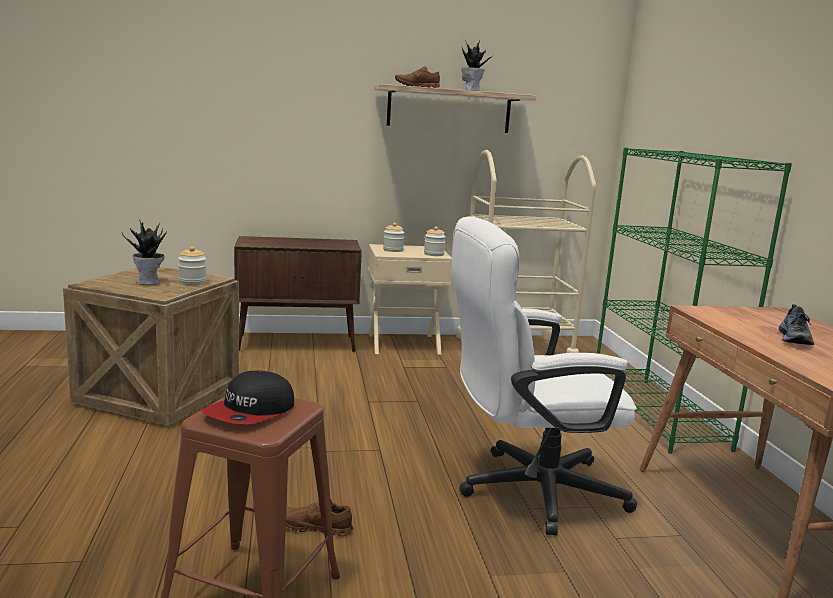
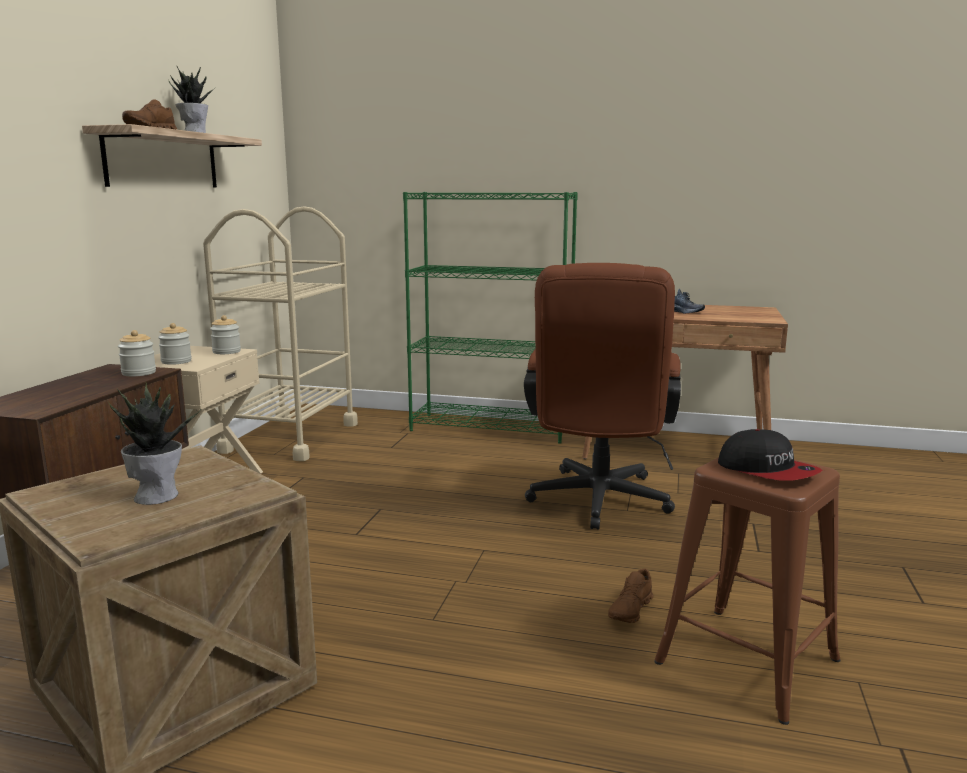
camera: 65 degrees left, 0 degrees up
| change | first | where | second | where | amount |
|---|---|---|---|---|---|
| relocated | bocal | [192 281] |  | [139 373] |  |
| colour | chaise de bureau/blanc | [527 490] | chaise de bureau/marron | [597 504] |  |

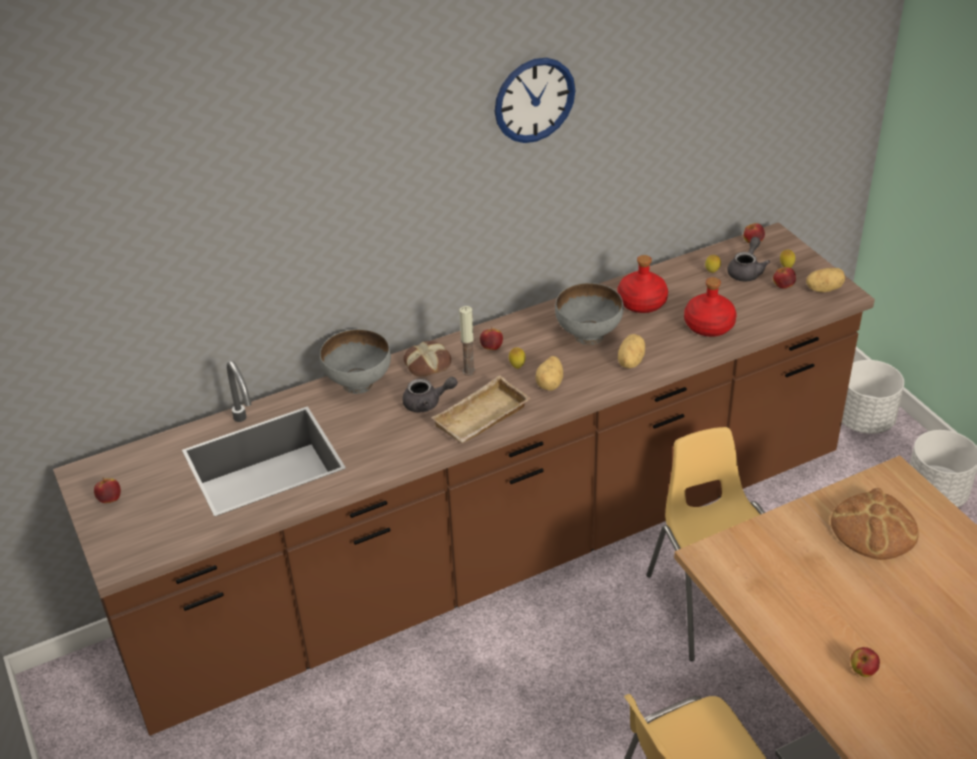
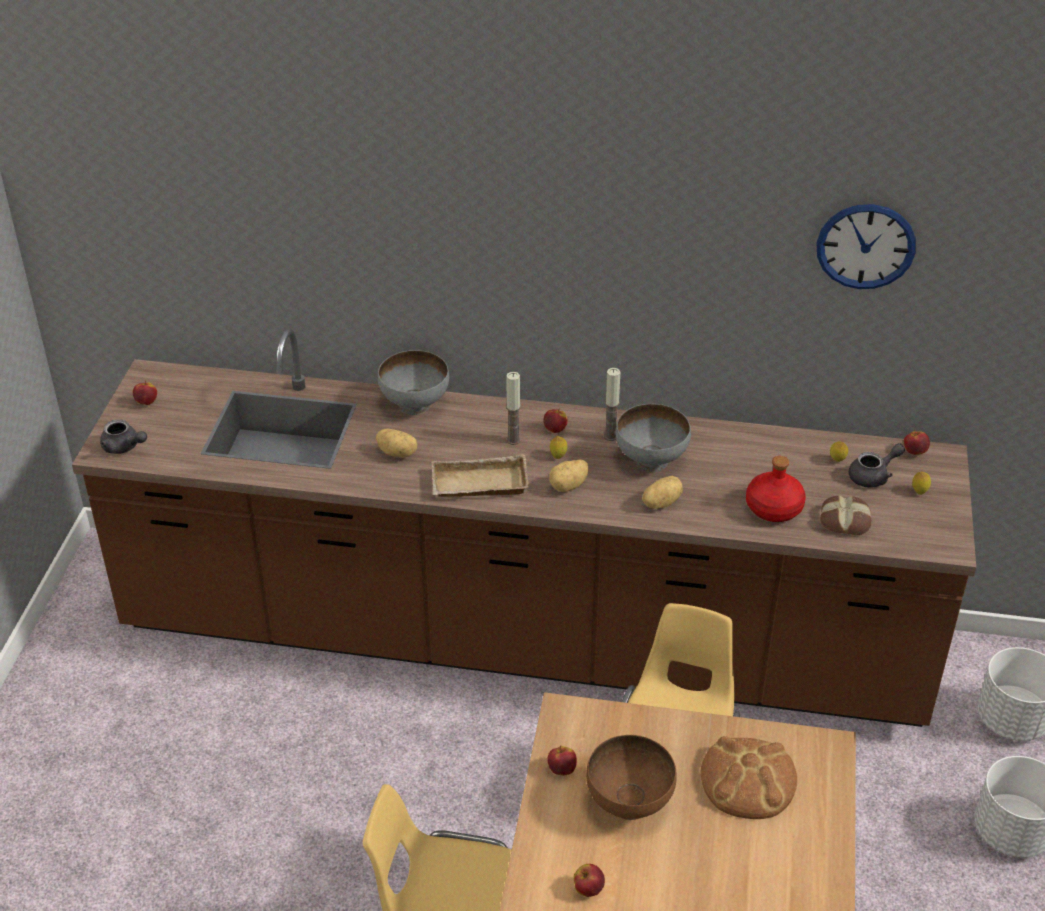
camera: 35 degrees right, 0 degrees up
| change | first | where | second | where | amount |
|---|---|---|---|---|---|
| relocated | théière/gris | [427 403] |  | [124 447] |  |
| relocated | pain | [427 363] |  | [845 520] |  |
| relocated | horloge murale | [534 100] |  | [865 246] |  |
| missing | bouteille/rouge | [642 303] |  |  |  |
| relocated | pomme | [783 286] |  | [561 769] |  |
| relocated | pomme de terre | [823 289] |  | [398 453] |  |
| appeared |  |  | bol/marron | [629 803] |  |
| appeared |  |  | bougie | [610 436] |  |

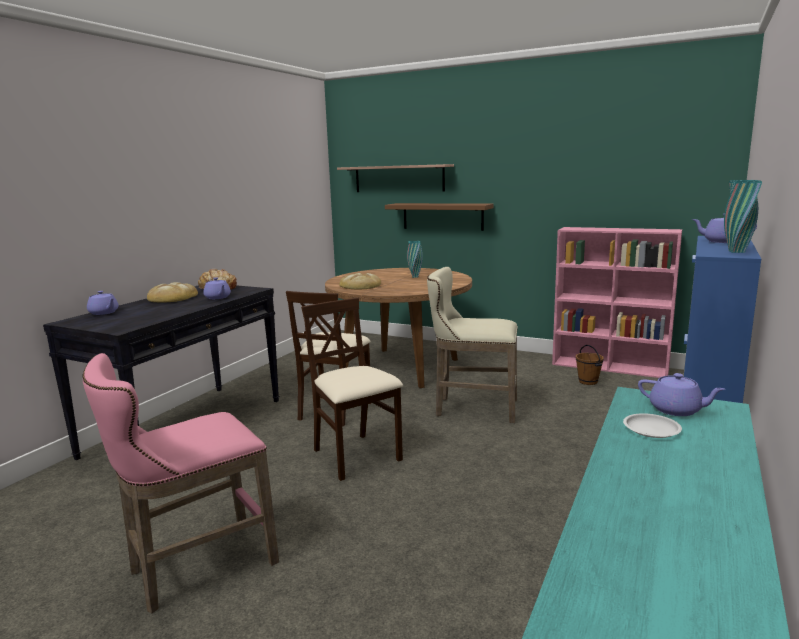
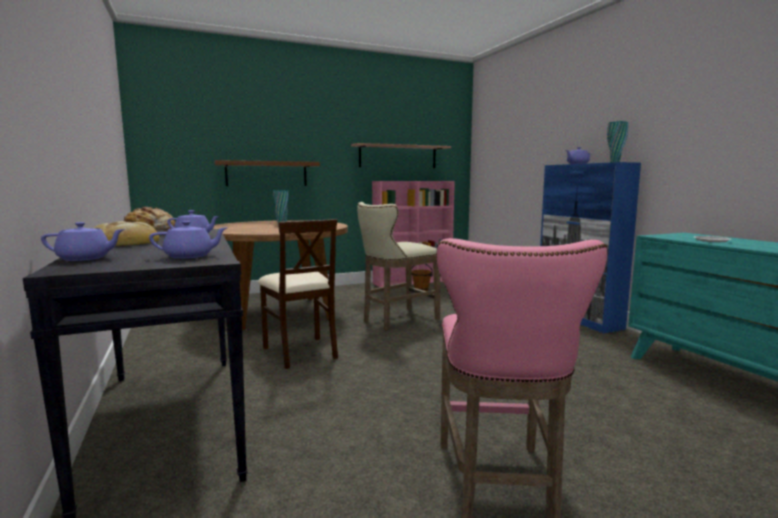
camera: 50 degrees left, 5 degrees down
| change | first | where | second | where | amount |
|---|---|---|---|---|---|
| missing | chaise/beige | [356 456] |  |  |  |
| relocated | étagère | [399 178] |  | [398 156] |  |
| missing | pain | [360 285] |  |  |  |
| relocated | théière/violet | [676 410] |  | [190 256] |  |

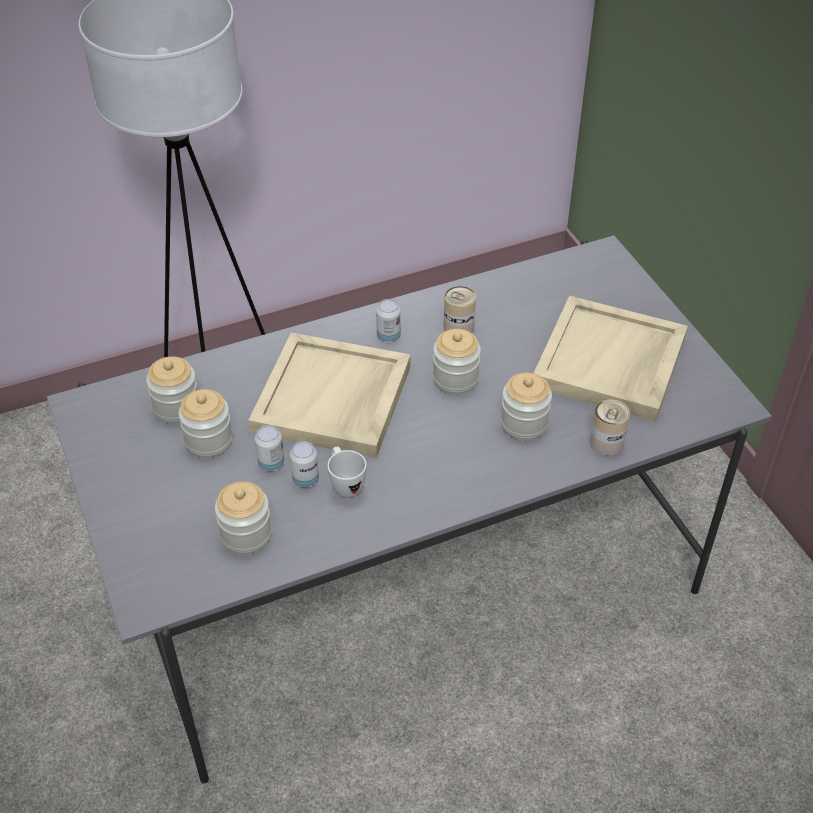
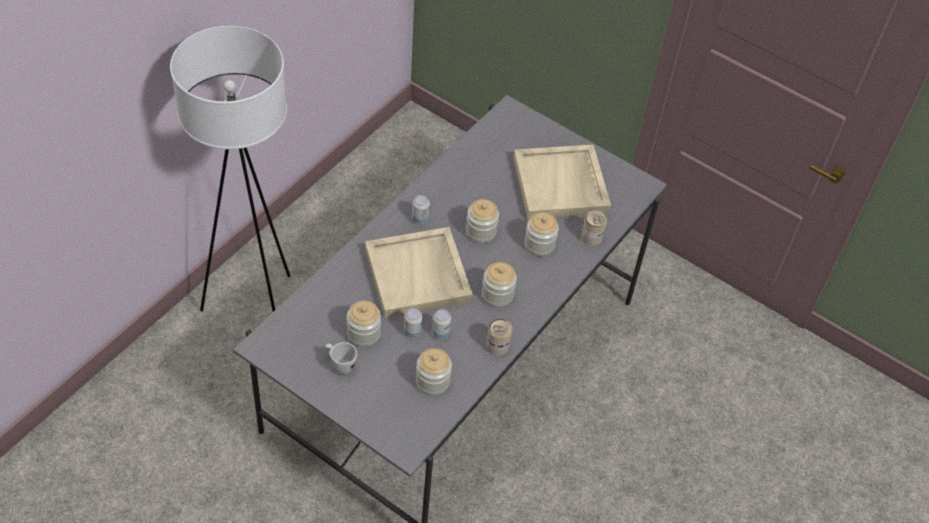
camera: 35 degrees left, 5 degrees up
| change | first | where | second | where | amount |
|---|---|---|---|---|---|
| relocated | bocal | [176 407] |  | [497 295] |  |
| relocated | mug/blanc | [345 484] |  | [339 365] |  |
| relocated | boîte métallique | [458 327] |  | [497 346] |  |

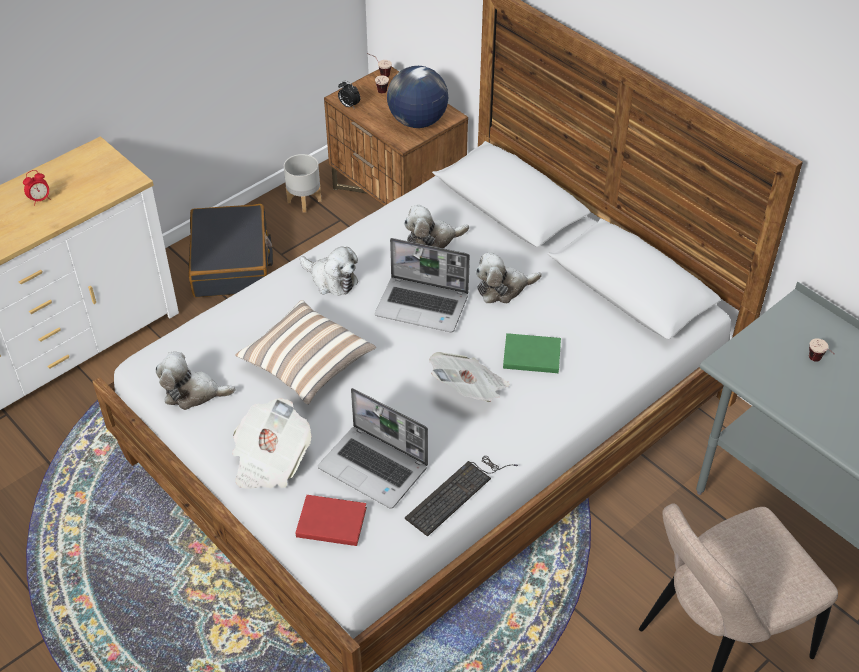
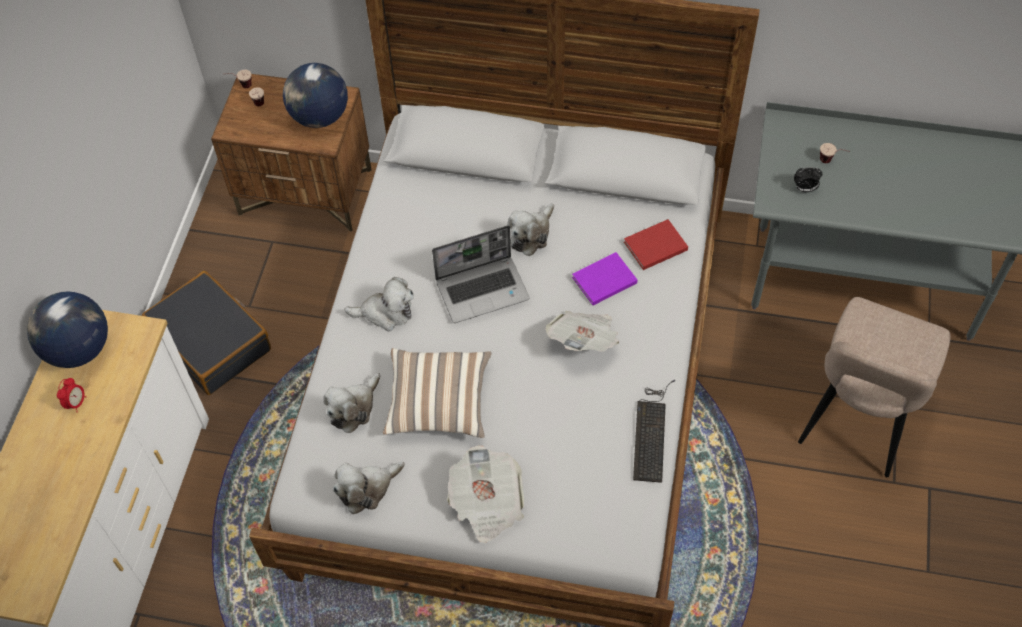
camera: 35 degrees left, 10 degrees up
| change | first | where | second | where | amount |
|---|---|---|---|---|---|
| missing | cache-pot/gris | [304 201] |  |  |  |
| relocated | livre/rouge | [330 521] |  | [653 246] |  |
| missing | ordinateur portable | [375 468] |  |  |  |
| relocated | réveil | [349 105] |  | [804 189] |  |
| relocated | peluche | [432 240] |  | [354 408] |  |
| colour | livre/vert | [530 354] | livre/violet | [602 280] |  |
| appeared |  |  | globe | [78 349] |  |

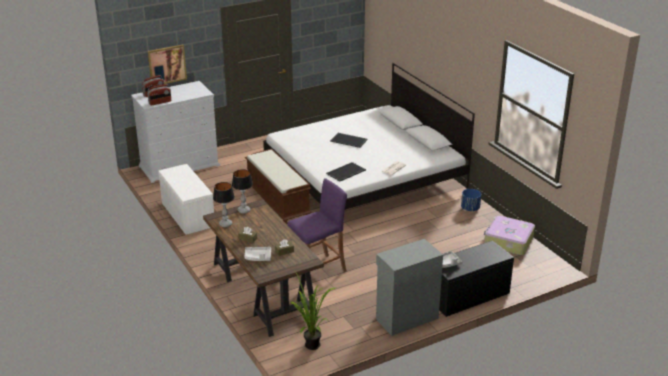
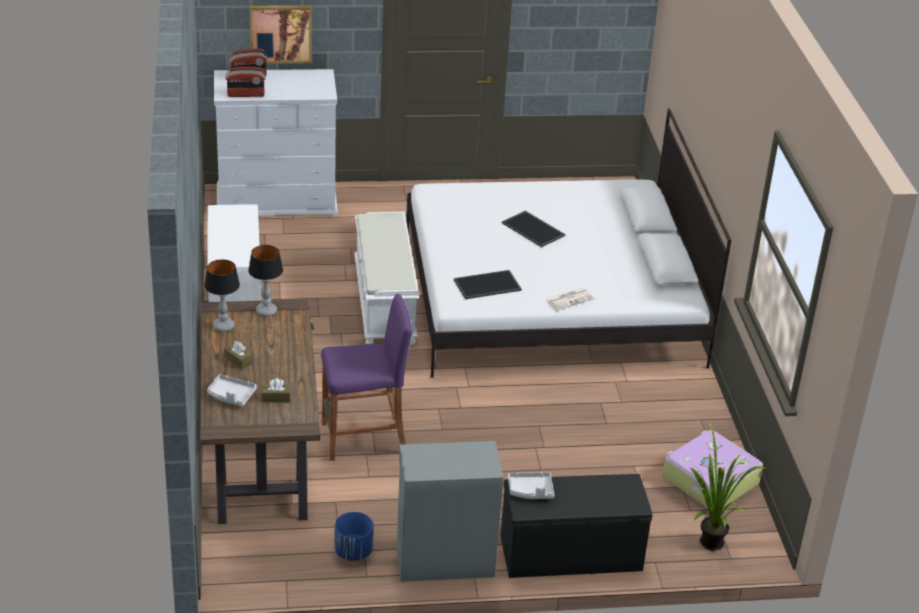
camera: 20 degrees right, 5 degrees up
| change | first | where | second | where | amount |
|---|---|---|---|---|---|
| colour | banc/marron | [278 201] | banc/blanc | [385 303] |  |
| relocated | plante en pot | [311 348] |  | [707 546] |  |
| relocated | cache-pot/bleu | [470 208] |  | [353 552] |  |

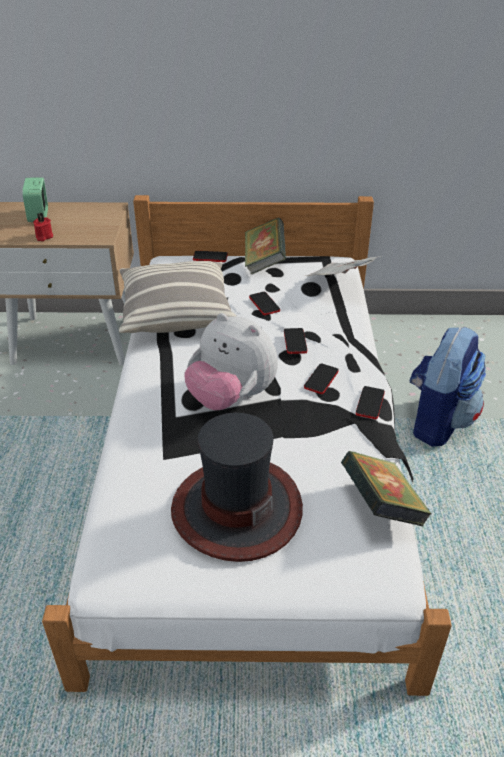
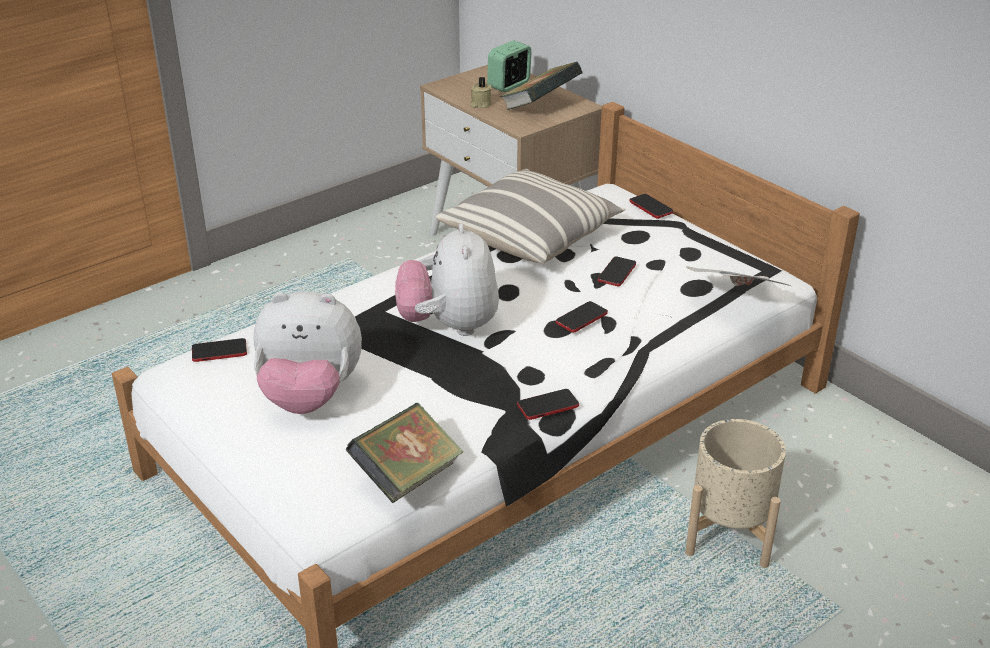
camera: 50 degrees right, 5 degrees down
| change | first | where | second | where | amount |
|---|---|---|---|---|---|
| colour | bougie/rouge | [43 236] | bougie/beige | [480 104] |  |
| exchanged | chapeau | [236 509] | peluche | [310 397] |  |
| relocated | livre | [264 262] |  | [540 107] |  |
| relocated | téléphone | [321 379] |  | [219 351] |  |
| exchanged | sac à dos | [437 421] | cache-pot/beige | [728 534] |  |

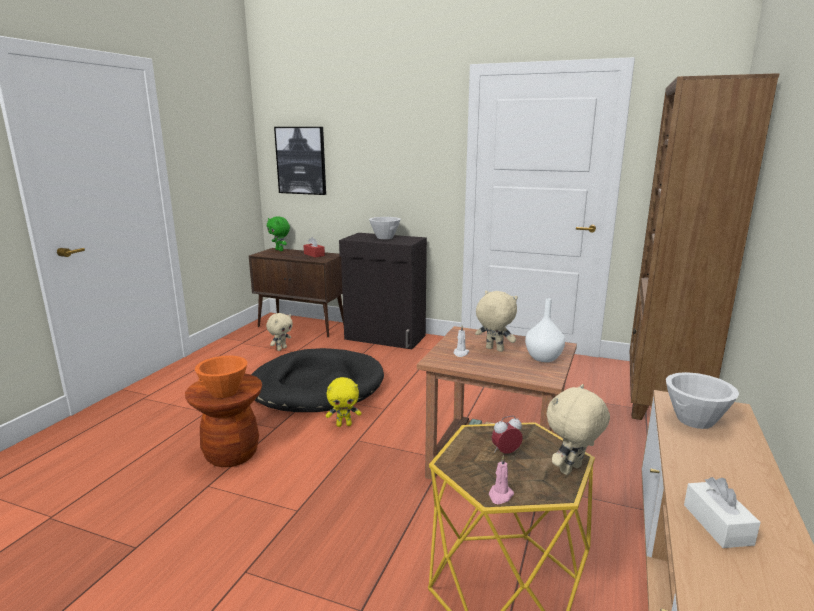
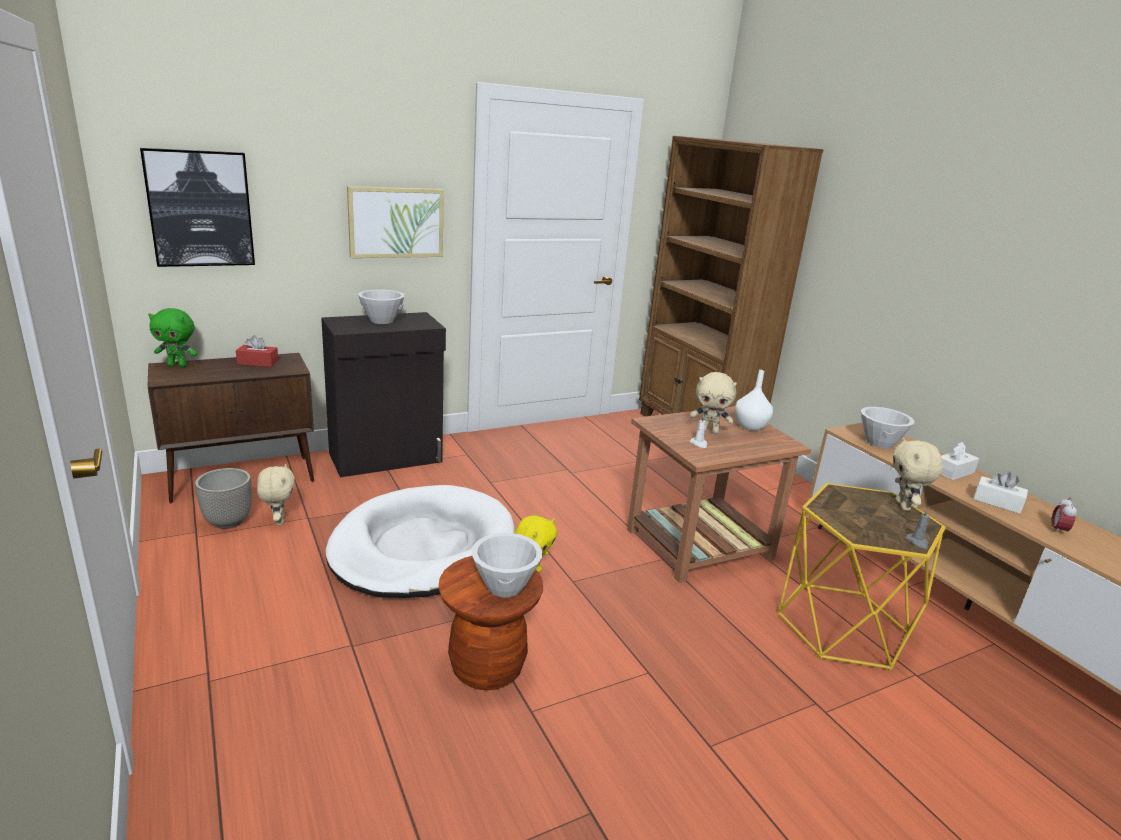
camera: 50 degrees left, 5 degrees up
| change | first | where | second | where | amount |
|---|---|---|---|---|---|
| colour | bol/orange | [224 392] | bol/blanc | [505 586] |  |
| colour | panier pour chien/noir | [316 386] | panier pour chien/blanc | [423 547] |  |
| spun | peluche/beige | [494 349] |  | [709 431] | 150 degrees counterclockwise |
| colour | bougie/rose | [500 496] | bougie/gris | [917 542] |  |
| relocated | réveil | [506 452] |  | [1058 530] |  |
| appeared |  |  | cache-pot | [228 521] |  |
| appeared |  |  | tableau | [396 222] |  |
| appeared |  |  | boîte à mouchoirs/blanc | [953 472] |  |

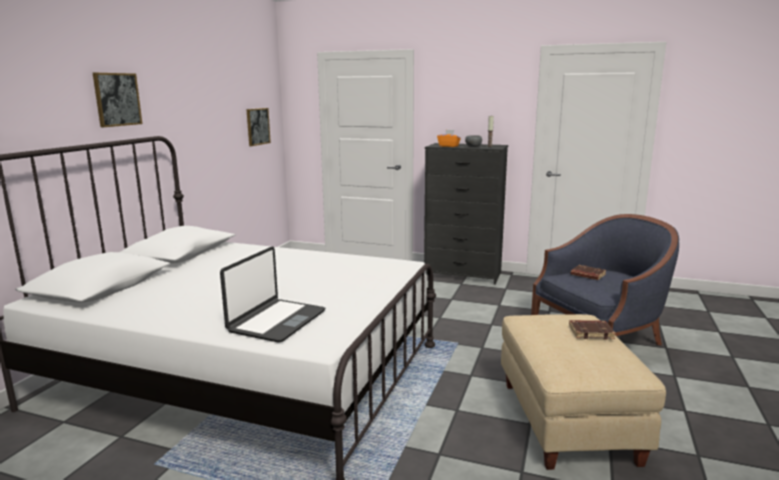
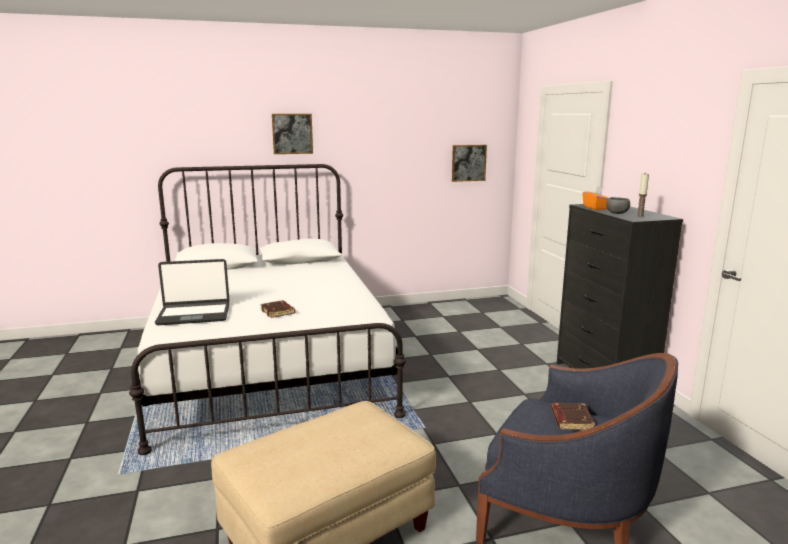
camera: 55 degrees right, 0 degrees up
| change | first | where | second | where | amount |
|---|---|---|---|---|---|
| relocated | livre/marron | [591 332] |  | [278 312] |  |

